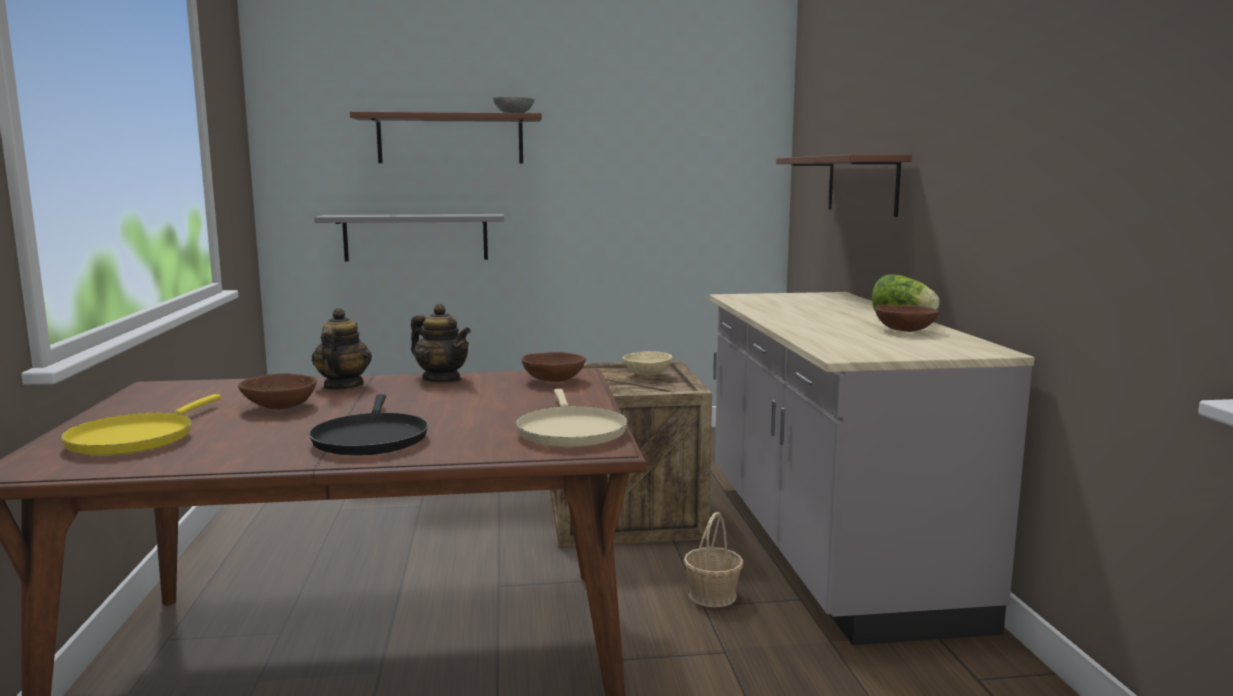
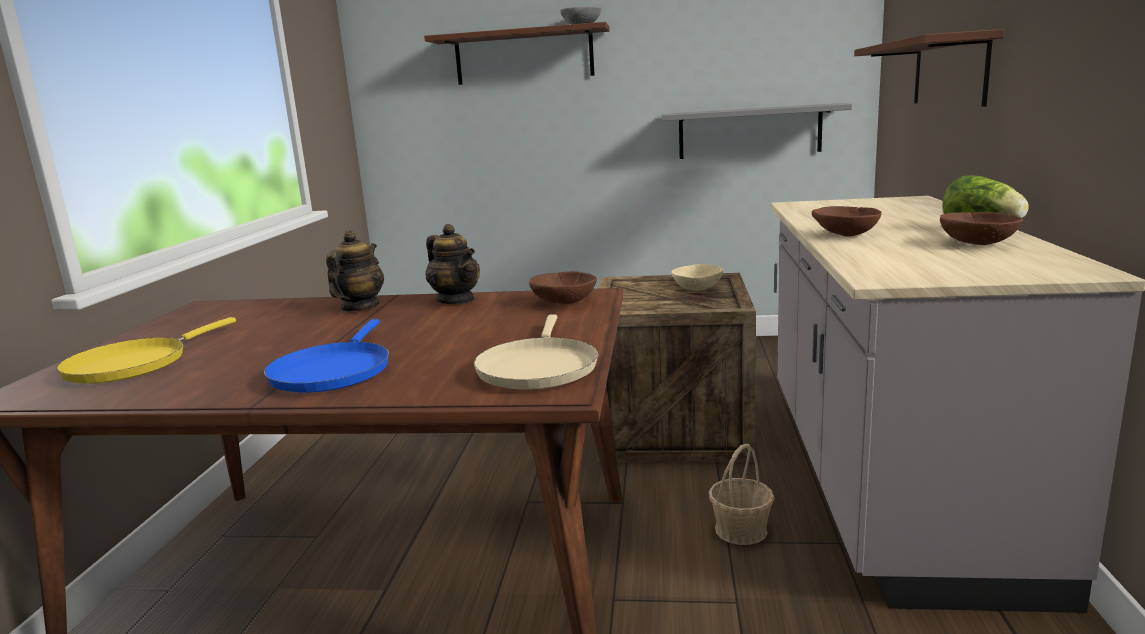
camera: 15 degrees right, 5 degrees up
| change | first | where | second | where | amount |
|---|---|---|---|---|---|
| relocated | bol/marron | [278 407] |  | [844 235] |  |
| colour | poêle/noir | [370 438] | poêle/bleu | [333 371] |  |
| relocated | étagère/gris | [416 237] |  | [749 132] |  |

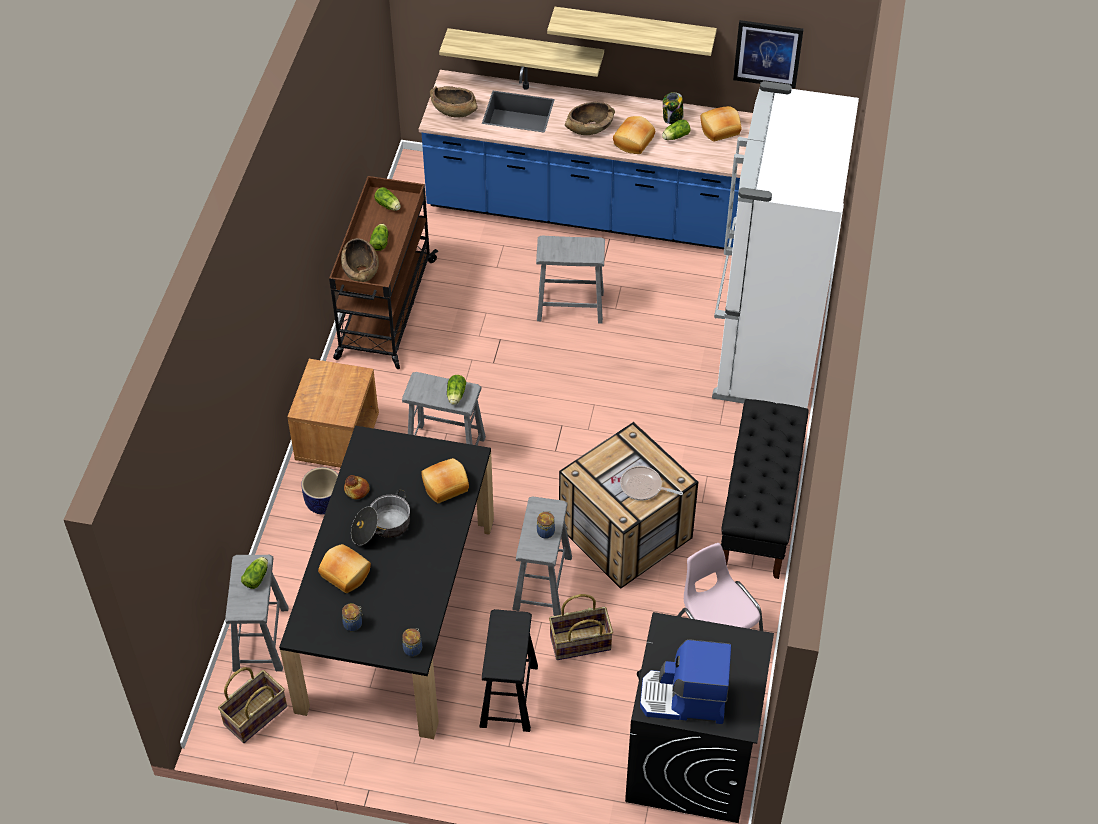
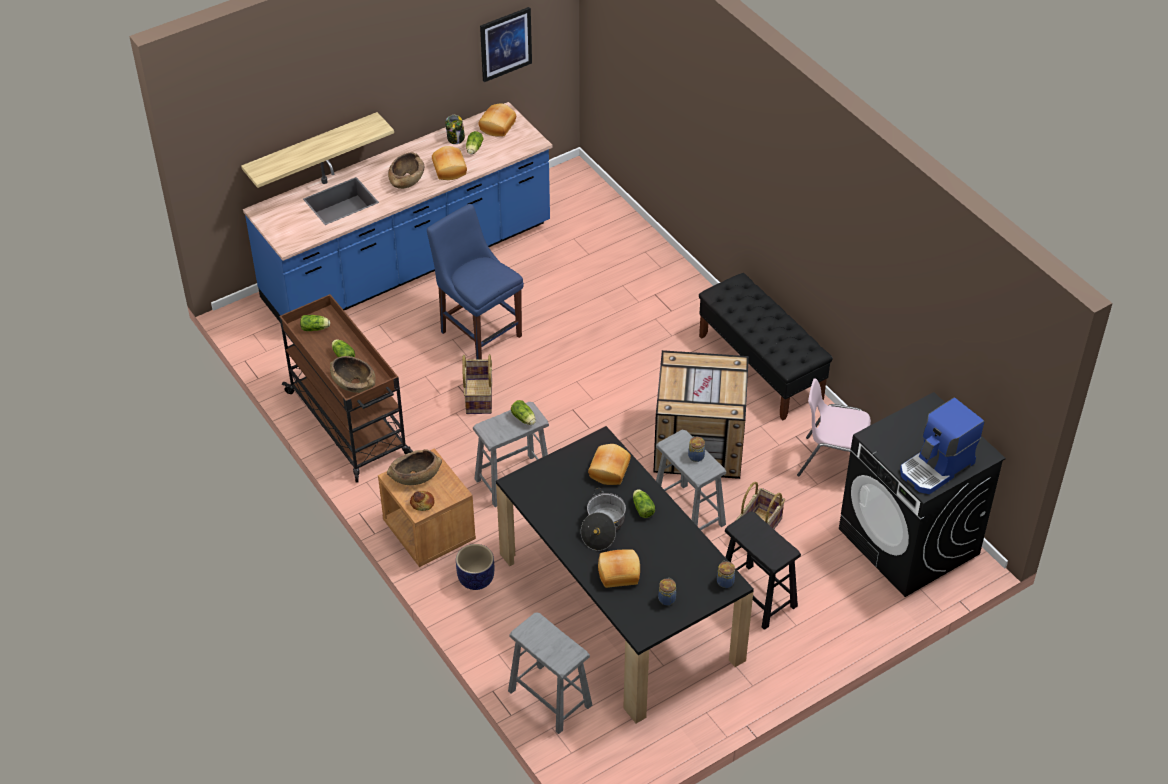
camera: 45 degrees left, 5 degrees down
| change | first | where | second | where | amount |
|---|---|---|---|---|---|
| relocated | panier | [255 714] |  | [478 396] |  |
| relocated | laitue | [257 576] |  | [642 508] |  |
| relocated | pain | [356 490] |  | [422 504] |  |
| relocated | bol/marron | [453 109] |  | [415 476] |  |
| exchanged | tabouret/gris | [570 306] | chaise/bleu | [478 331] |  |
| missing | étagère | [634 30] |  |  |  |
| missing | poêle | [643 487] |  |  |  |
| missing | réfrigérateur/blanc | [765 352] |  |  |  |

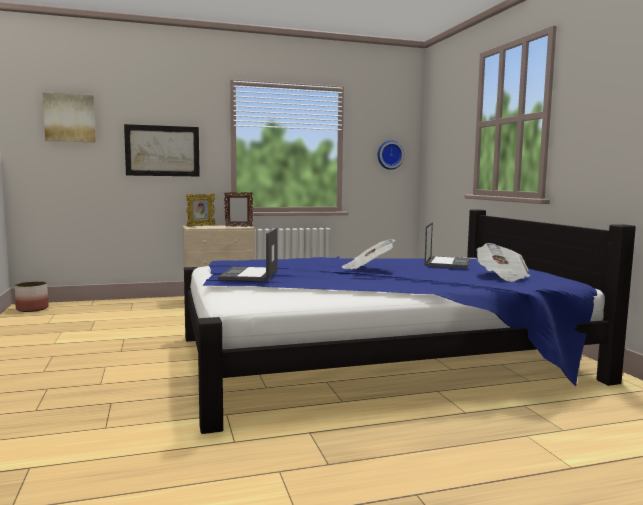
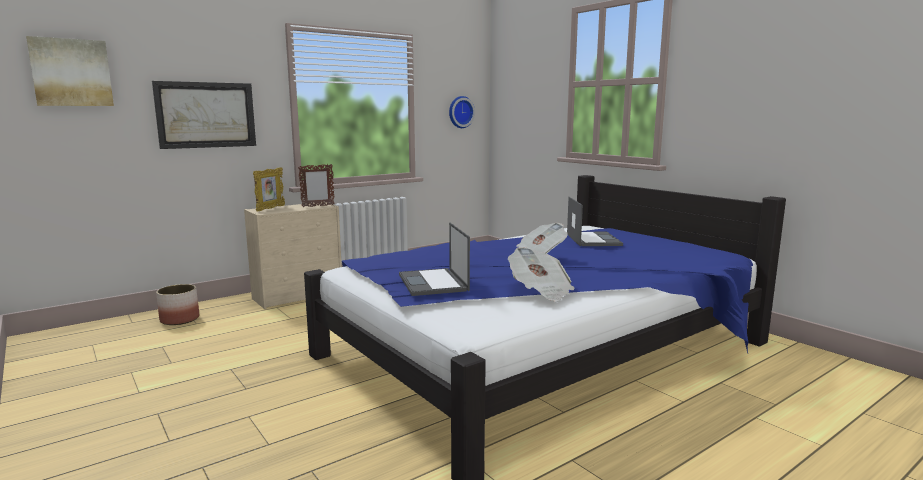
camera: 20 degrees left, 5 degrees up
| change | first | where | second | where | amount |
|---|---|---|---|---|---|
| relocated | cache-pot | [32 309] |  | [180 319] |  |
| relocated | journal | [501 276] |  | [540 291] |  |

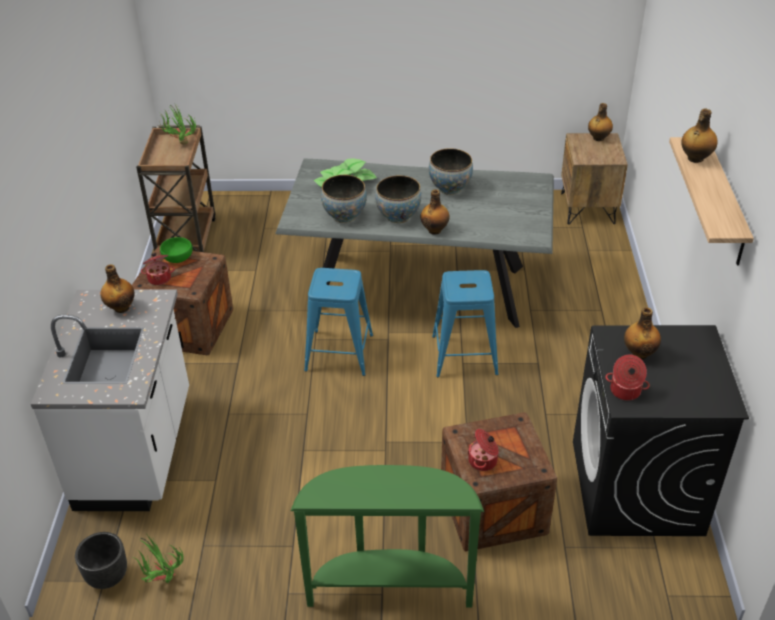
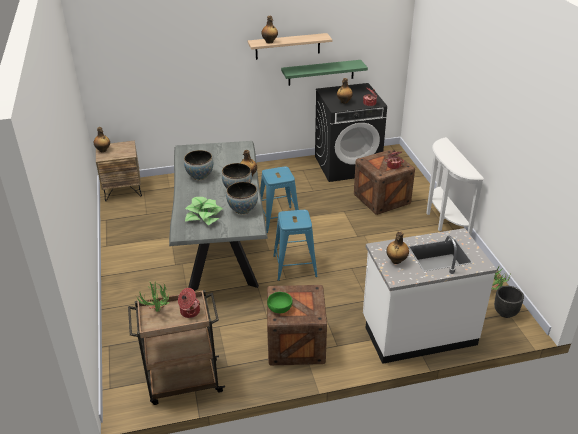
camera: 105 degrees left, 5 degrees down
| change | first | where | second | where | amount |
|---|---|---|---|---|---|
| relocated | marmite | [159 278] |  | [189 312] |  |
| colour | table console/vert | [389 588] | table console/blanc | [443 221] |  |
| appeared |  |  | étagère/vert | [321 72] |  |

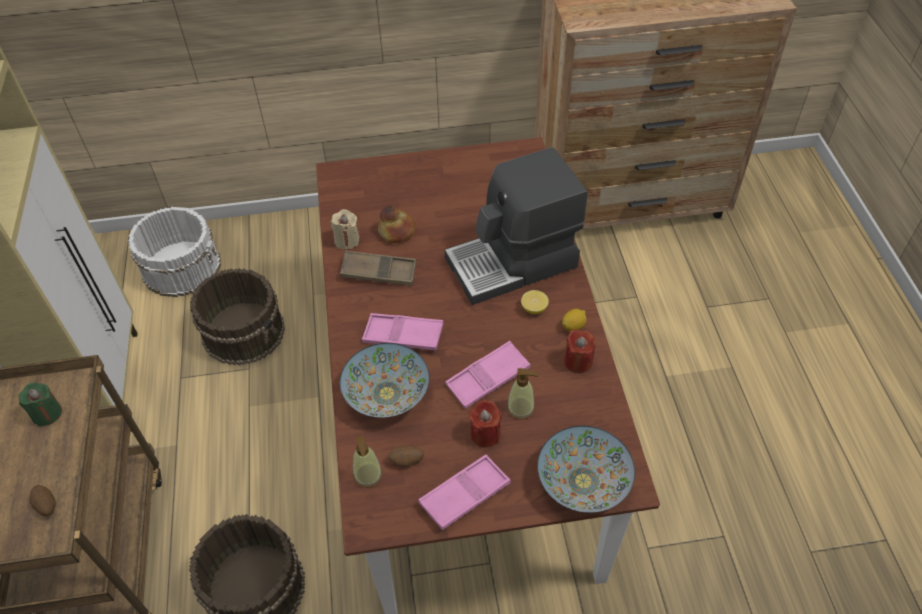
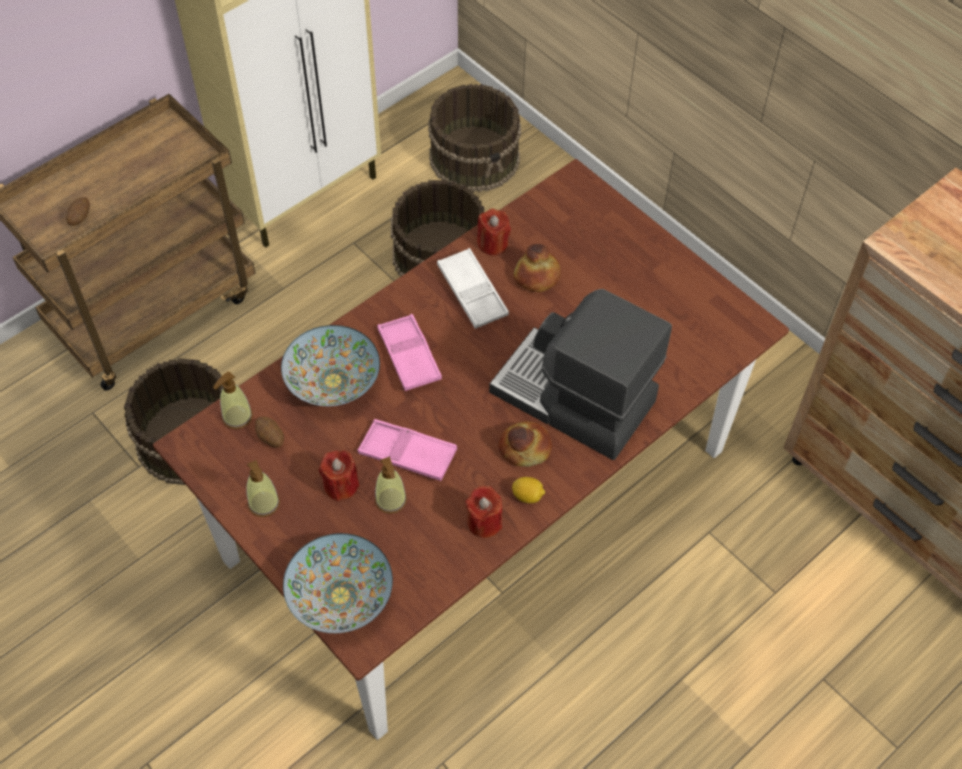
camera: 55 degrees right, 5 degrees up
| change | first | where | second | where | amount |
|---|---|---|---|---|---|
| missing | bougie/vert | [47 413] |  |  |  |
| colour | seau/blanc | [182 266] | seau/marron | [475 157] |  |
| colour | bougie/beige | [347 240] | bougie/rouge | [493 244] |  |
| colour | plateau/marron | [379 272] | plateau/blanc | [472 292] |  |
| exchanged | plateau/rose | [464 495] | distributeur de savon | [264 503] |  |
| exchanged | citron | [534 308] | pain | [525 449] |  |

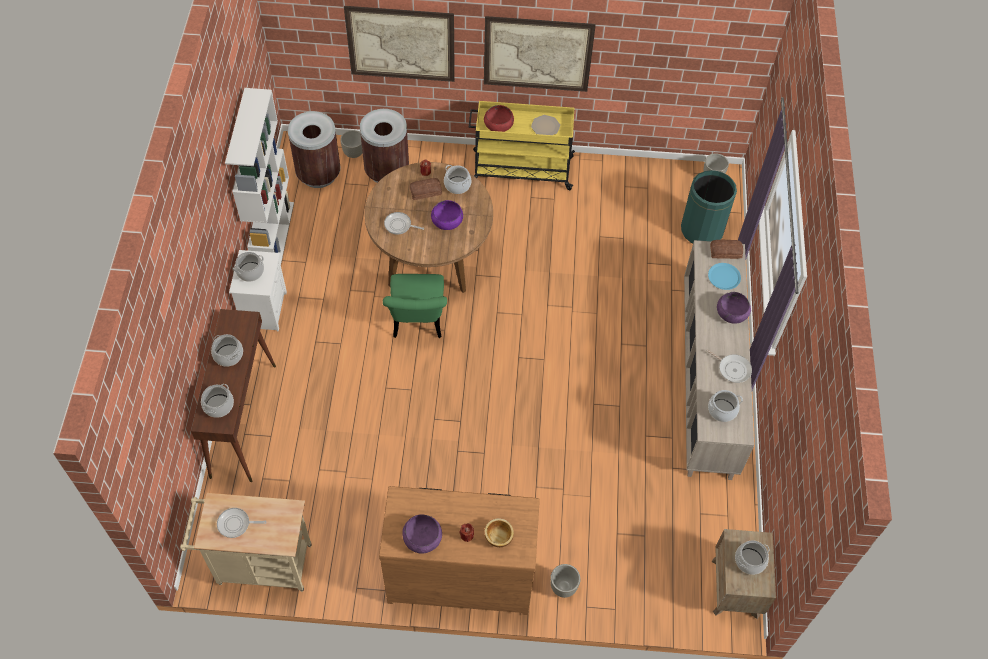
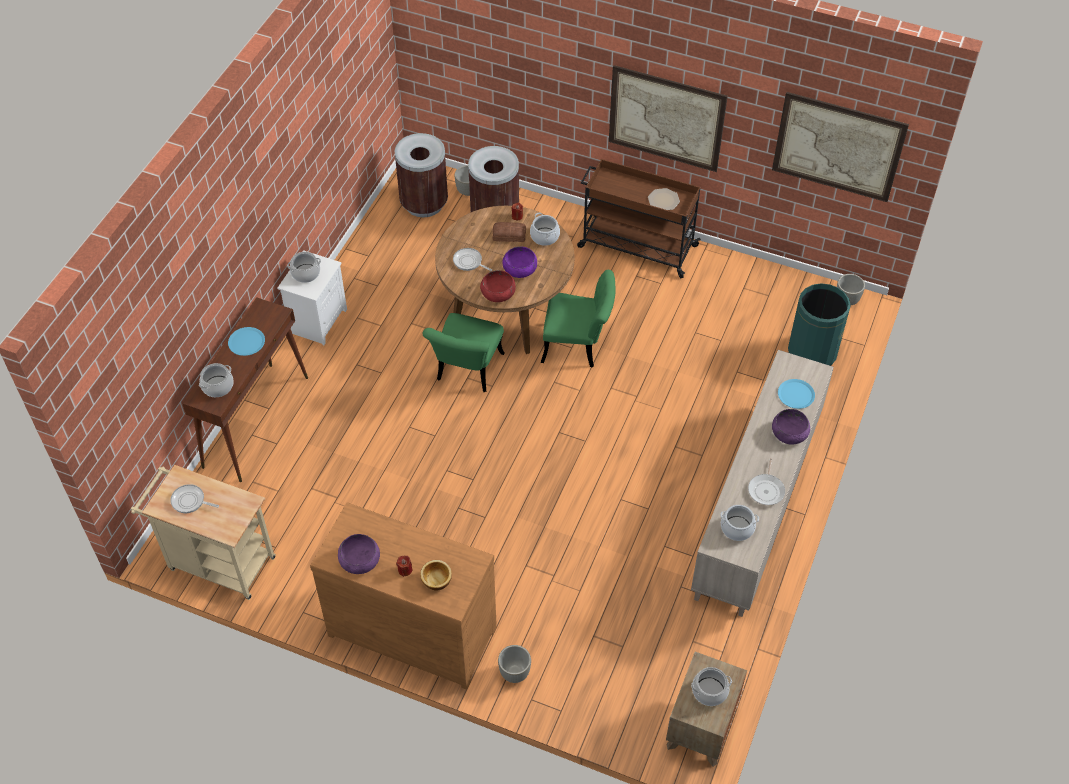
camera: 20 degrees right, 5 degrees down
| change | first | where | second | where | amount |
|---|---|---|---|---|---|
| exchanged | marmite | [228 355] | assiette/bleu | [246 342] |  |
| missing | bibliothèque/blanc | [273 236] |  |  |  |
| relocated | tableau | [401 44] |  | [838 147] |  |
| colour | chariot/jaune | [520 170] | chariot/marron | [636 246] |  |
| relocated | bol/rouge | [498 124] |  | [498 292] |  |
| spun | poêle | [732 369] |  | [766 489] | 45 degrees clockwise |
| missing | pain | [726 252] |  |  |  |
| appeared |  |  | chaise/vert | [578 346] |  |

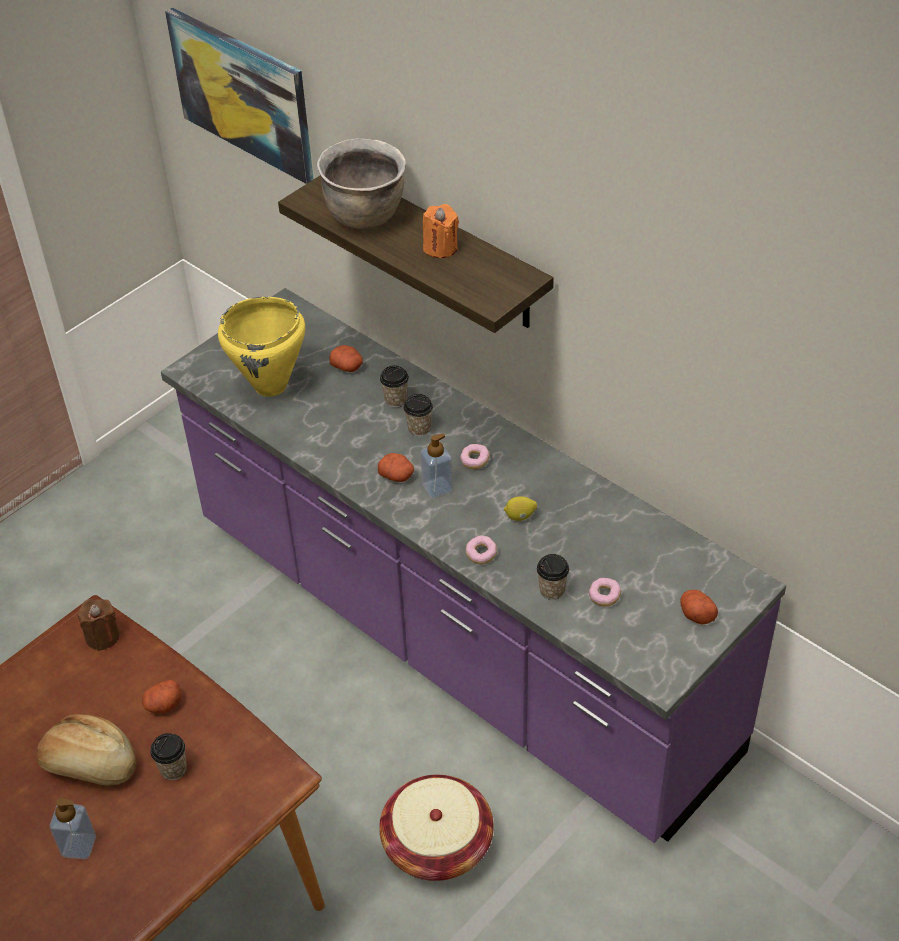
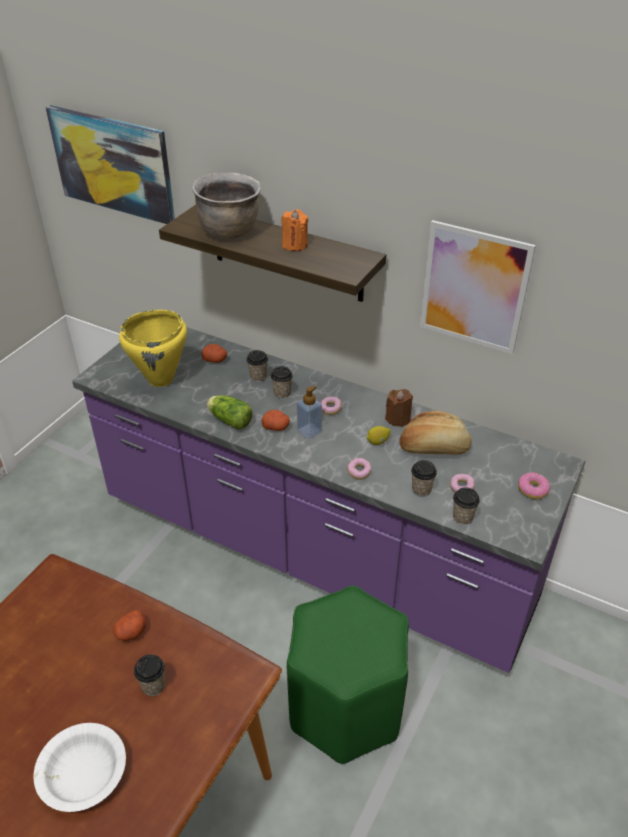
camera: 15 degrees left, 5 degrees down
| change | first | where | second | where | amount |
|---|---|---|---|---|---|
| relocated | pain | [90 765] |  | [434 448] |  |
| exchanged | distributeur de savon | [79 846] | bol/blanc | [83 773] |  |
| relocated | bougie/marron | [102 636] |  | [398 419] |  |
| exchanged | panier | [437 844] | tabouret/vert | [345 706] |  |
| exchanged | pomme de terre | [696 614] | beignet | [532 490] |  |
| appeared |  |  | laitue | [229 420] |  |
| appeared |  |  | tableau | [474 288] |  |
| appeared |  |  | tasse | [462 517] |  |

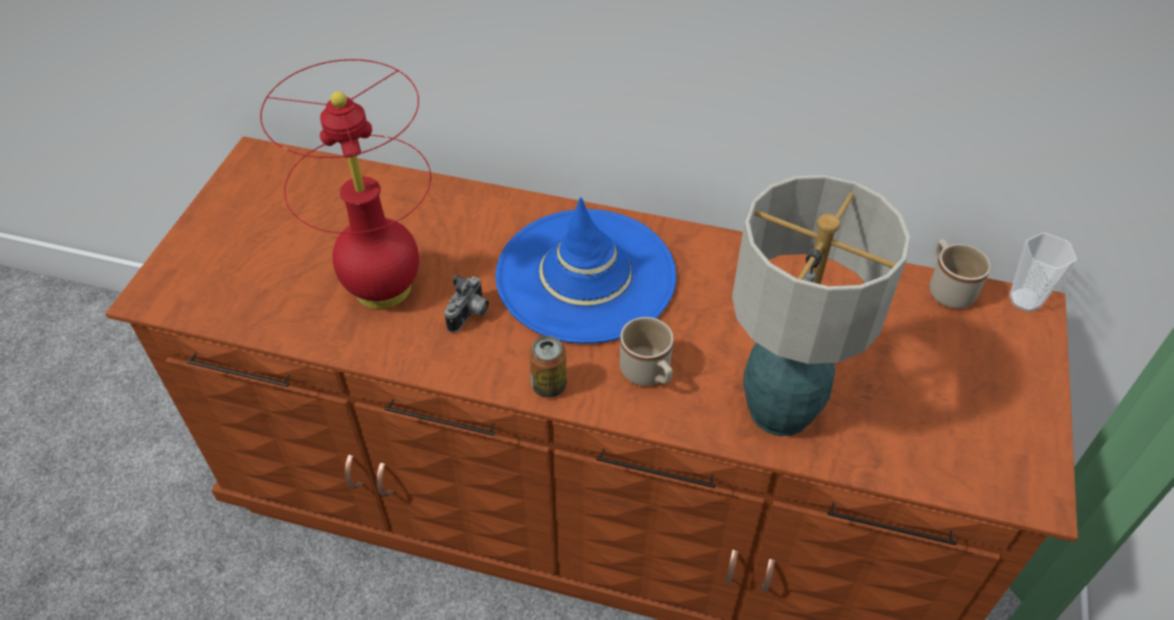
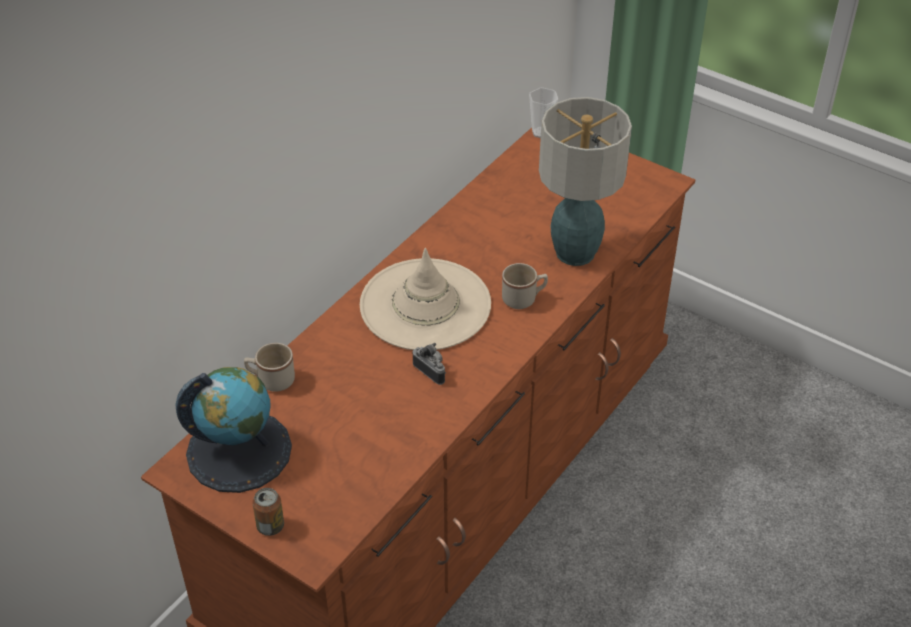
camera: 70 degrees left, 5 degrees down
| change | first | where | second | where | amount |
|---|---|---|---|---|---|
| missing | lampe de table/rouge | [382 287] |  |  |  |
| colour | chapeau/bleu | [586 275] | chapeau/beige | [425 305] |  |
| relocated | boîte métallique | [549 385] |  | [270 526] |  |
| relocated | mug/beige | [947 288] |  | [271 380] |  |
| appeared |  |  | globe | [239 450] |  |

